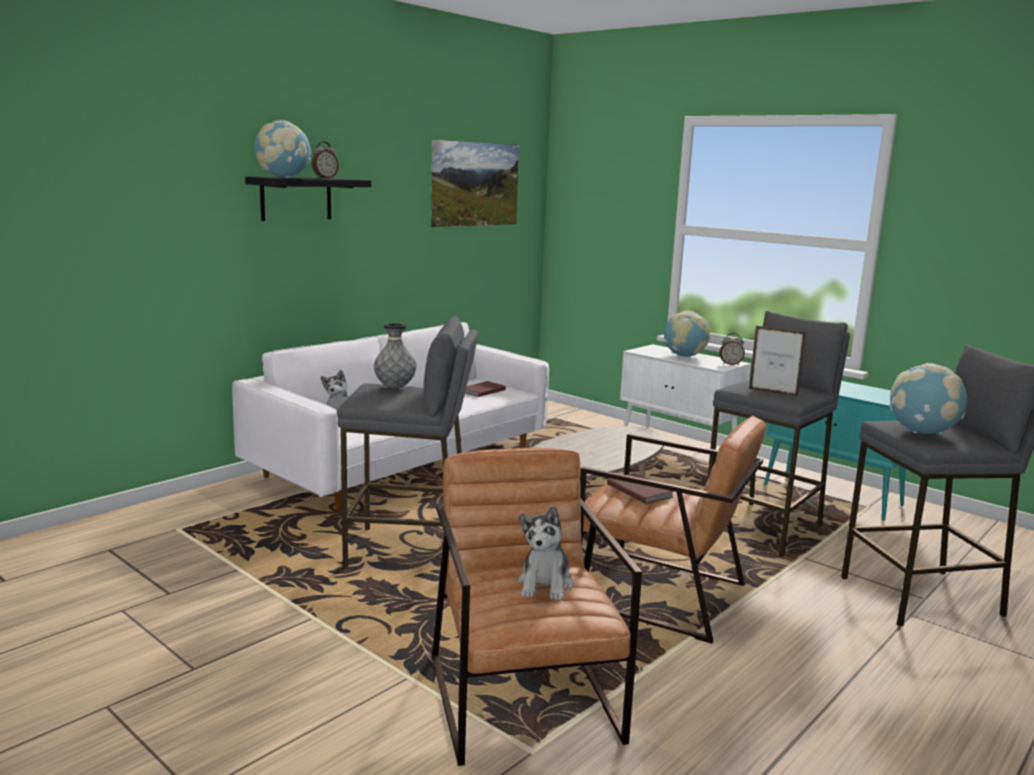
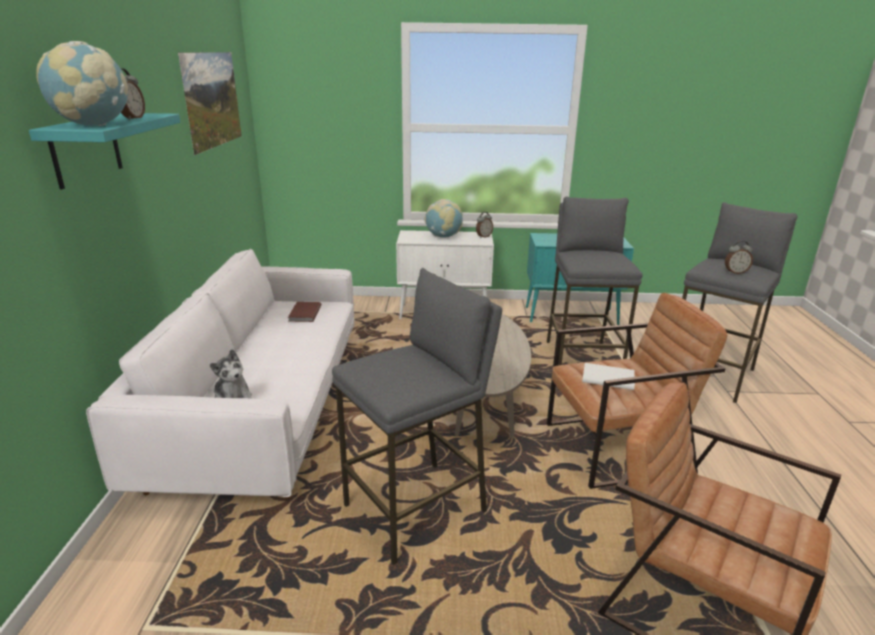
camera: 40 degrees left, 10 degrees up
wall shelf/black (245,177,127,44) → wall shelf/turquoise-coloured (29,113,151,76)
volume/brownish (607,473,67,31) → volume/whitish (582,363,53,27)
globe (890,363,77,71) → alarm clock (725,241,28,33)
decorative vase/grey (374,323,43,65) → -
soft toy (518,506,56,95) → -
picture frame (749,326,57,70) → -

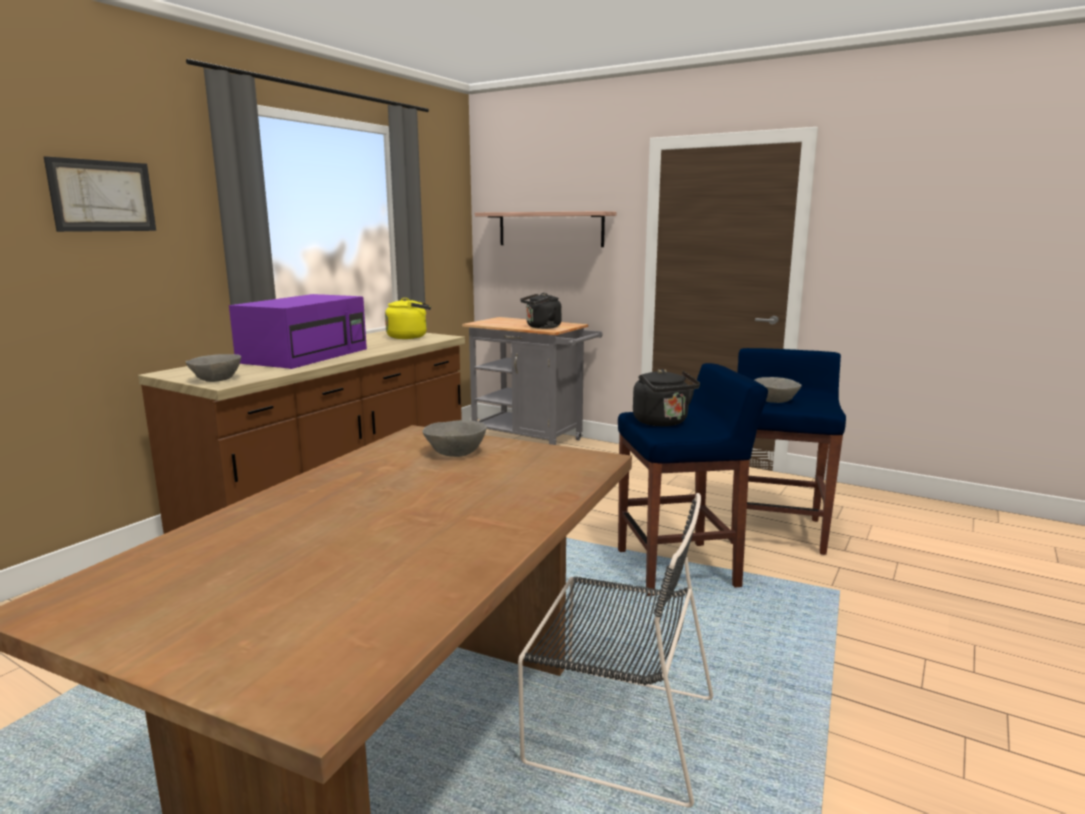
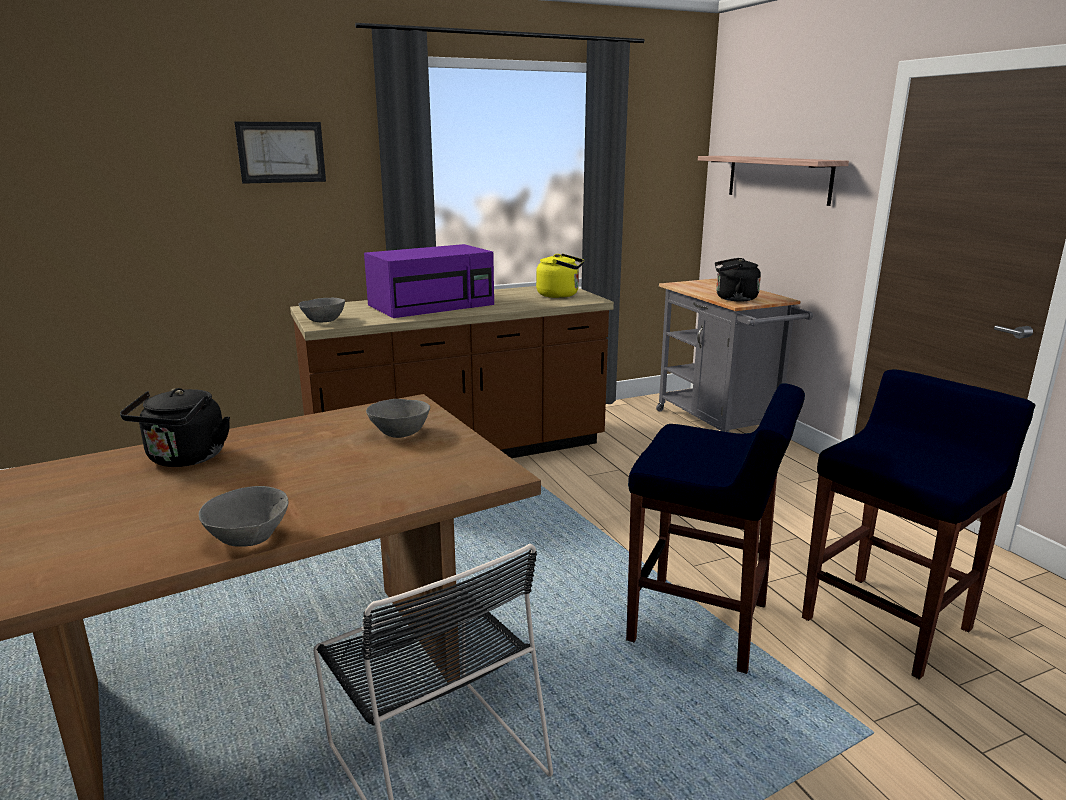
camera: 35 degrees right, 5 degrees up
kettle/black (633,369,67,57) → kettle/black (120,388,110,79), shifted
deep dish/grey (755,377,47,26) → deep dish/grey (199,486,89,61), shifted

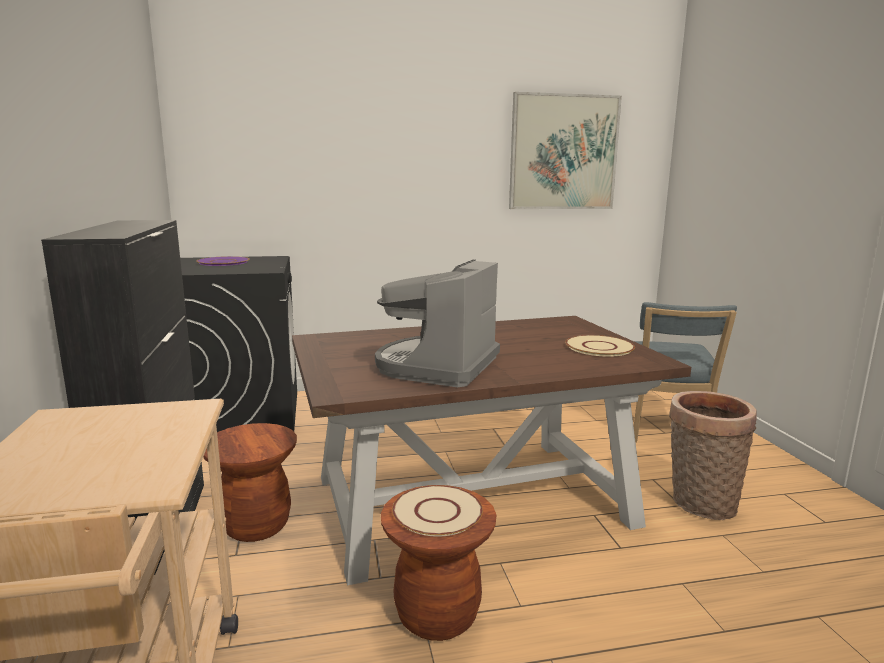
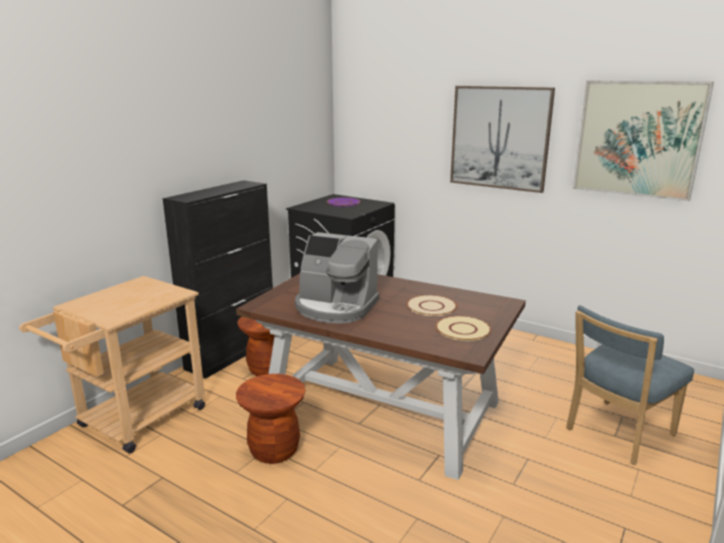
camera: 45 degrees right, 5 degrees up
coffee brewer (375,259,125,128) → coffee brewer (295,232,84,92), 135 degrees counterclockwise
plate/sand-coloured (392,485,91,52) → plate/sand-coloured (407,295,50,21), shifted
- → wall picture (450,86,105,107)
household basket (669,391,88,129) → -

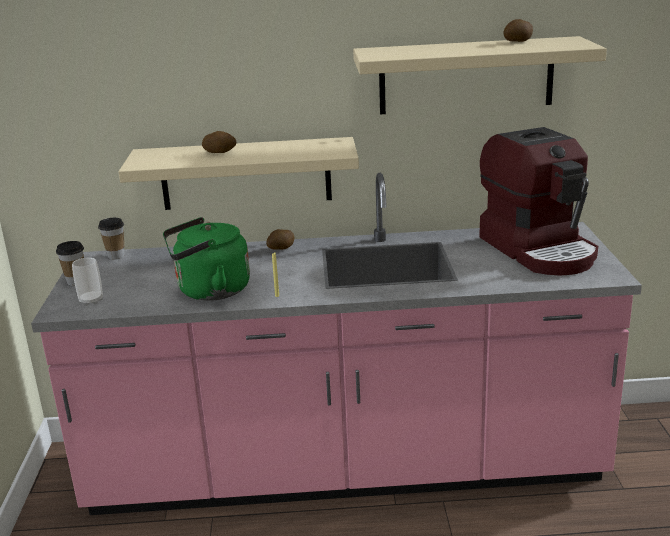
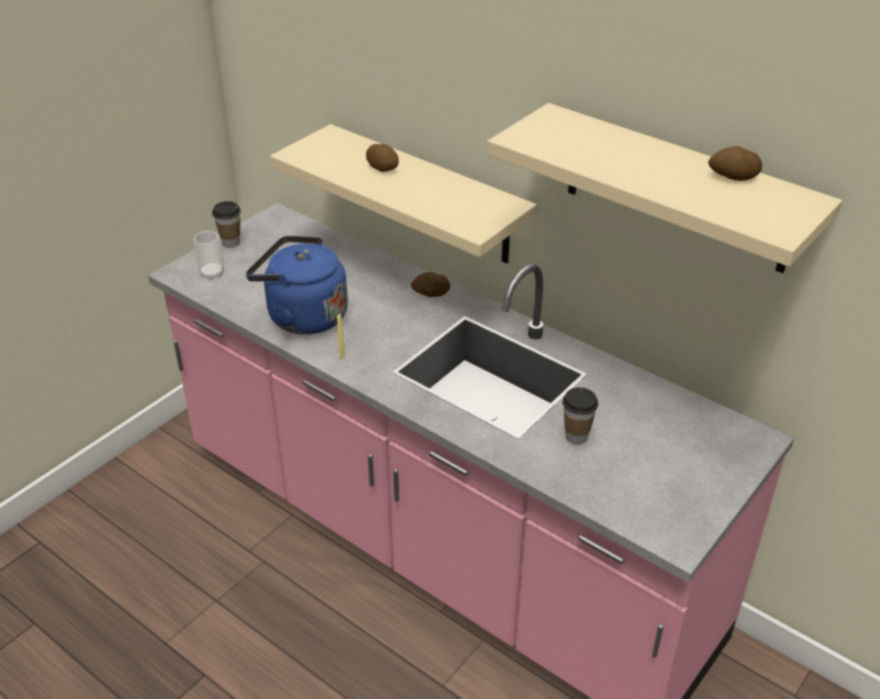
camera: 40 degrees right, 15 degrees up
kettle/green (163,217,87,84) → kettle/blue-coloured (246,236,102,99)
drinking cup (98,218,26,41) → drinking cup (562,387,36,57), shifted
coffee brewer (479,127,119,148) → -

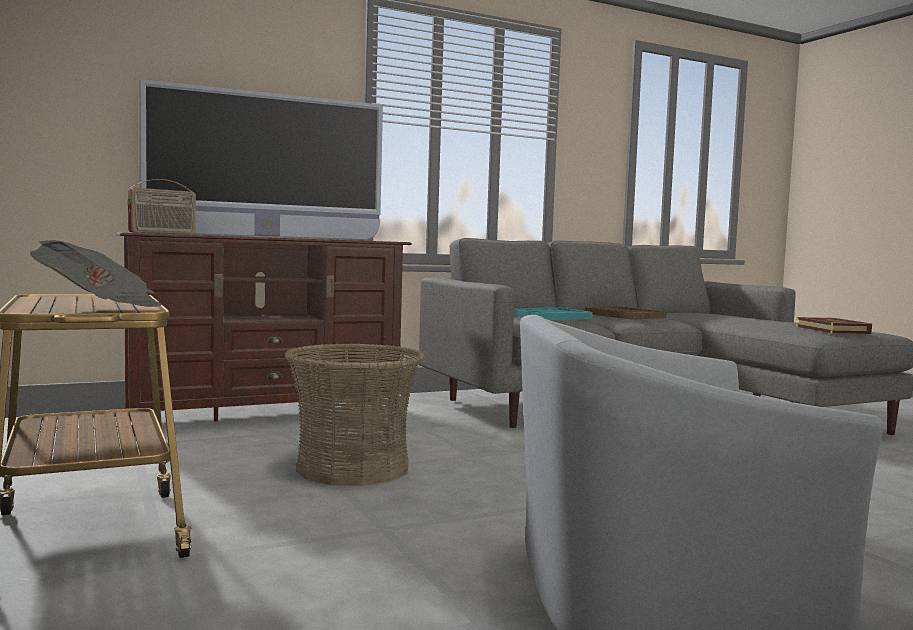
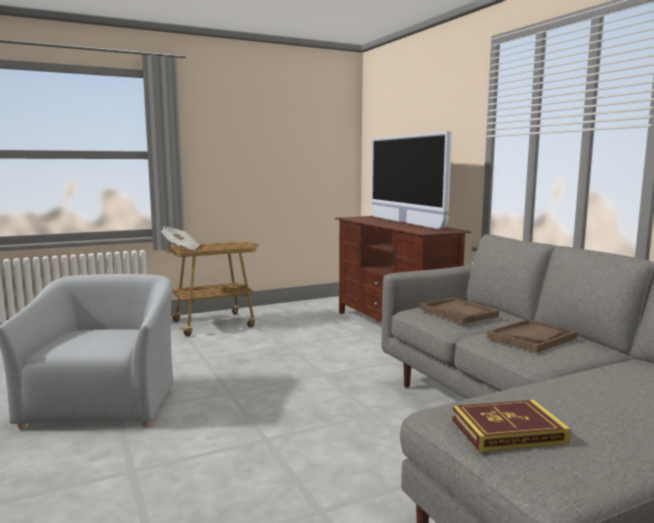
camera: 90 degrees right, 5 degrees up
serving tray/turquoise-coloured (514,307,79,13) → serving tray/brownish (420,298,79,26)
radio (127,179,69,56) → -
household basket (285,343,140,143) → -

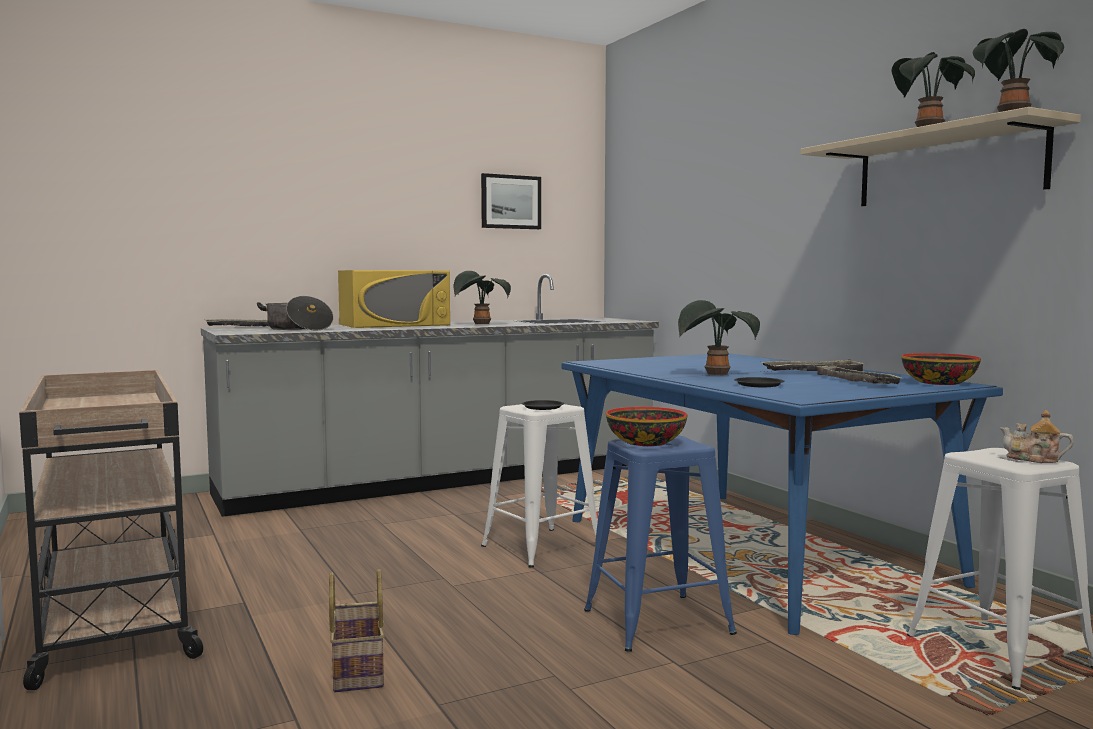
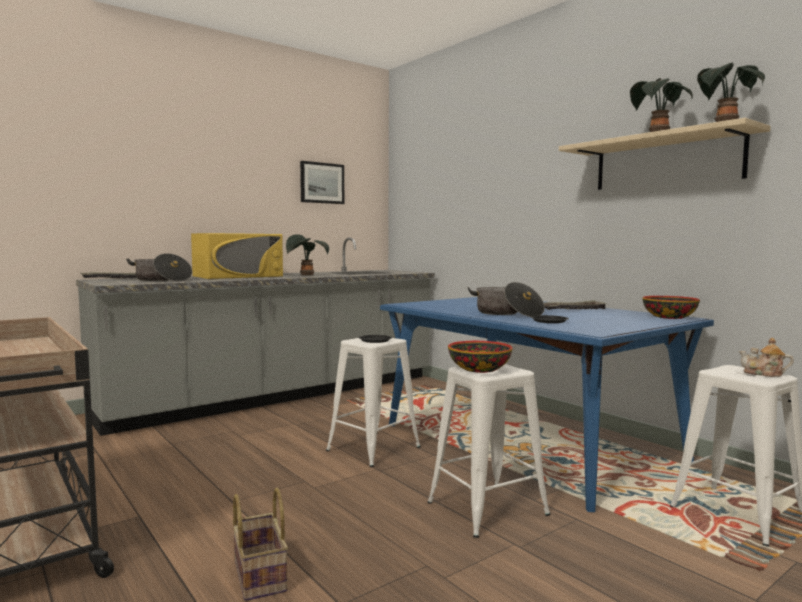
camera: 10 degrees left, 0 degrees up
sitting stool/blue-coloured (584,435,153,217) → sitting stool/whitish (427,364,123,174)
potted plant (678,300,82,75) → saucepot (468,282,77,35)
serving tray (813,365,92,19) → -

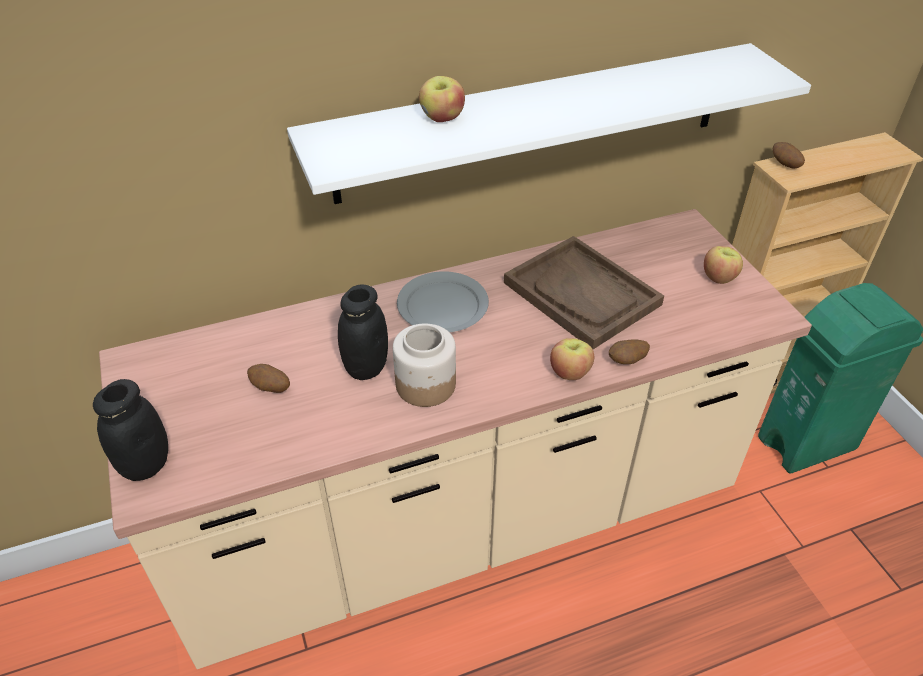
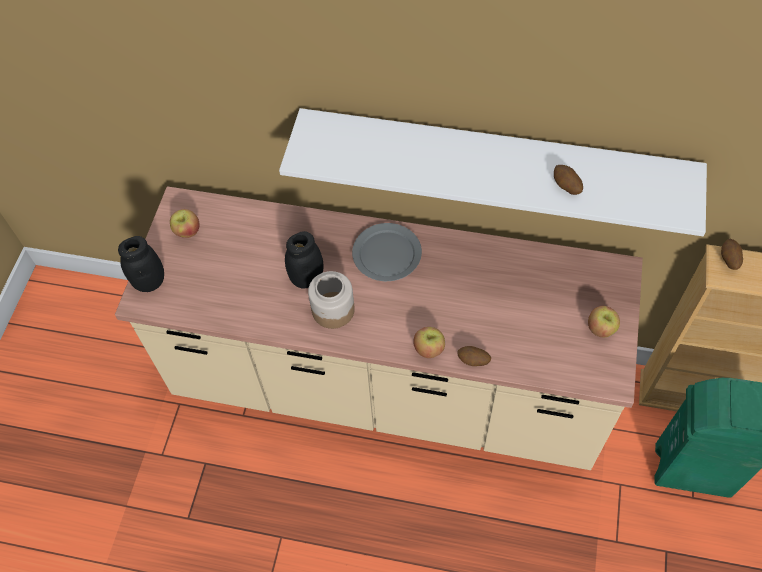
camera: 35 degrees right, 15 degrees up
apple (419,76,46,46) → apple (170,209,30,29), shifted
whole potato (247,364,43,29) → whole potato (554,165,29,30), shifted
serving tray/brownish (504,236,160,113) → -

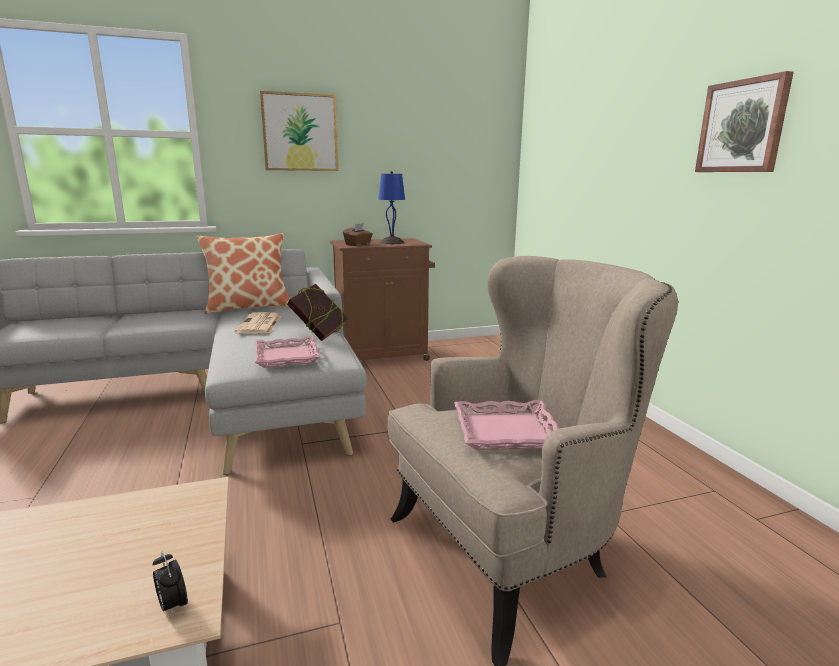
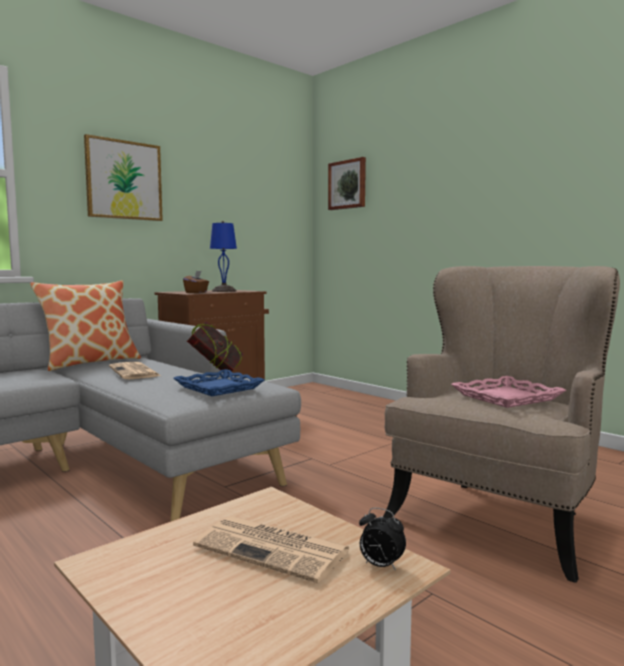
camera: 25 degrees left, 10 degrees down
serving tray/pink-coloured (255,336,66,32) → serving tray/blue-coloured (174,369,90,27)
- → printed paper (193,516,158,68)
wall picture (695,71,99,101) → wall picture (328,157,38,53), shifted

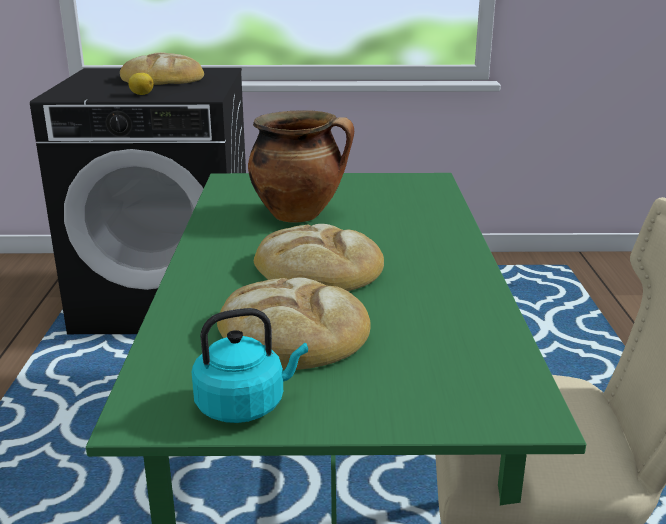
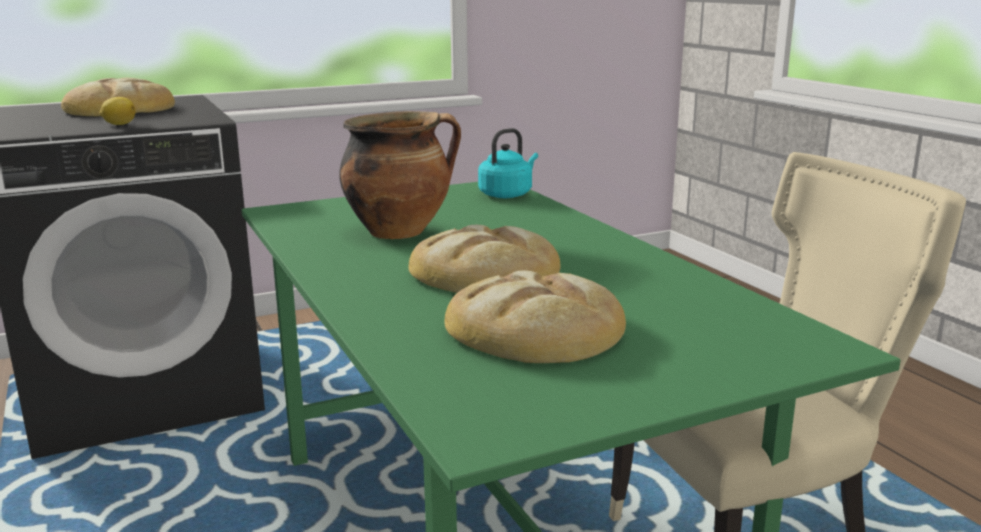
camera: 25 degrees left, 5 degrees down
kettle/turquoise-coloured (192,308,116,115) → kettle/turquoise-coloured (478,128,60,70), shifted

